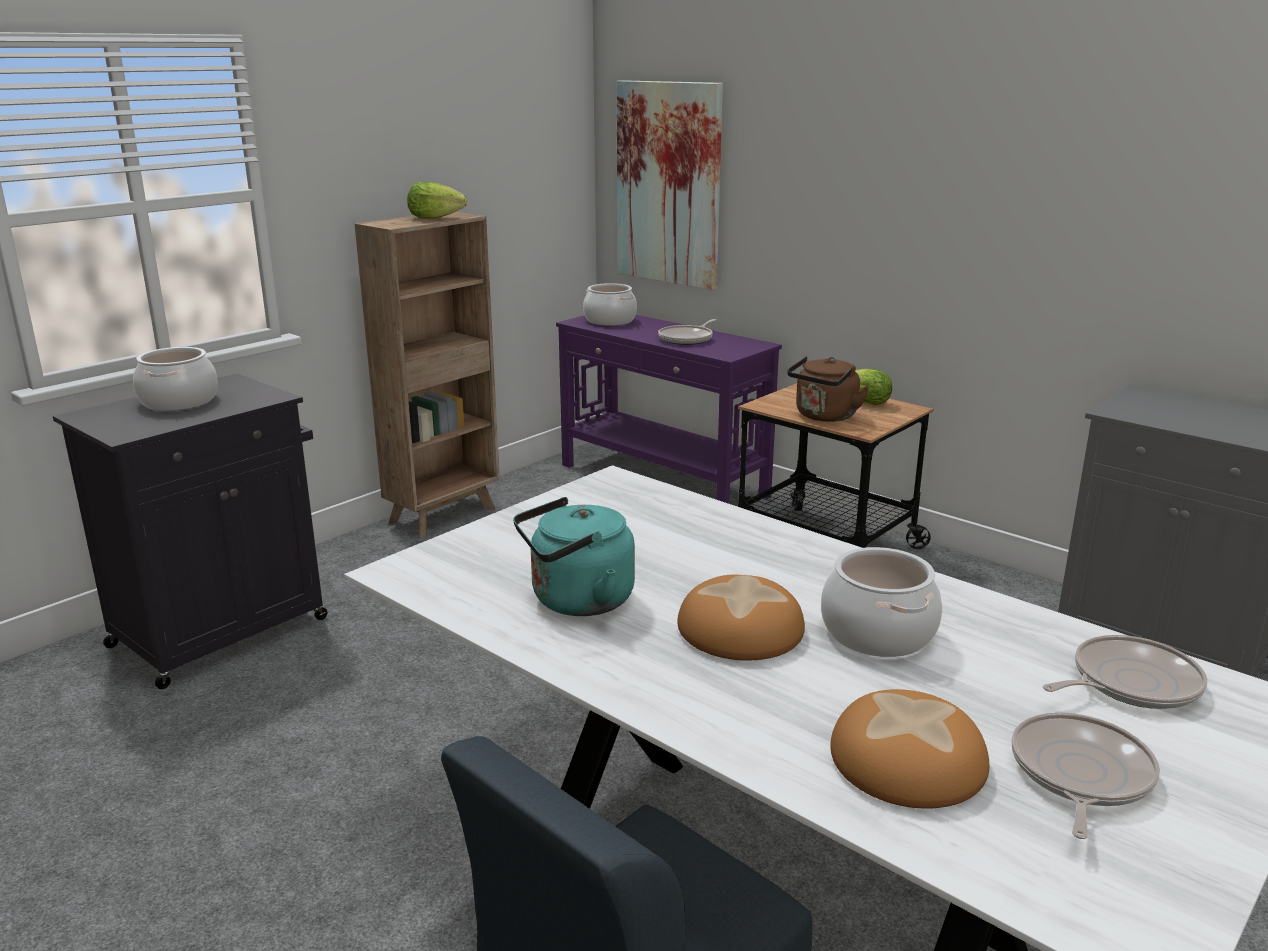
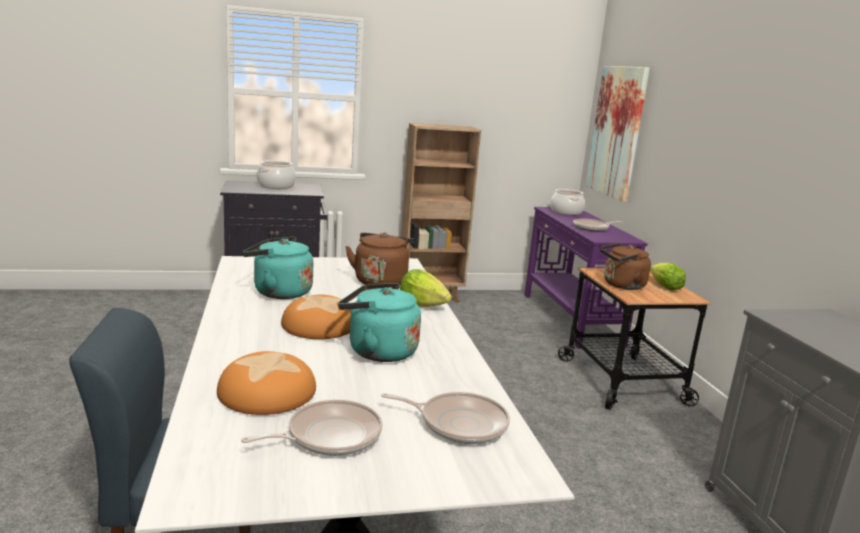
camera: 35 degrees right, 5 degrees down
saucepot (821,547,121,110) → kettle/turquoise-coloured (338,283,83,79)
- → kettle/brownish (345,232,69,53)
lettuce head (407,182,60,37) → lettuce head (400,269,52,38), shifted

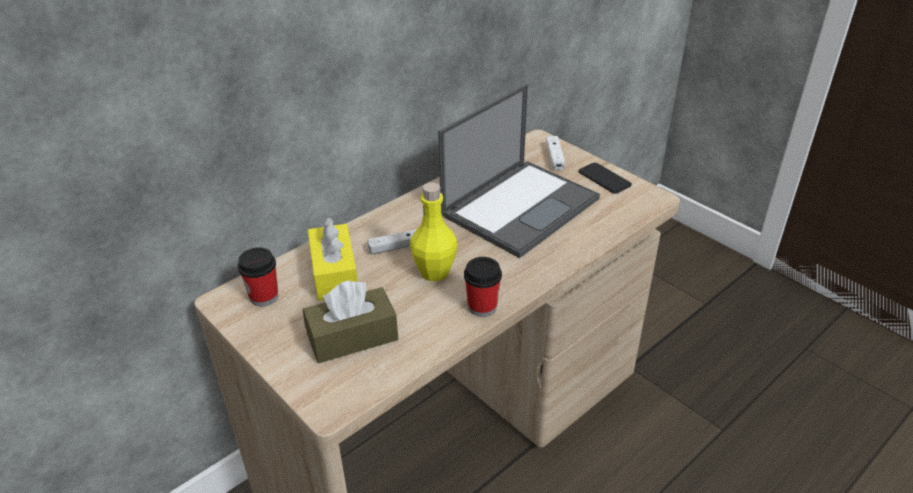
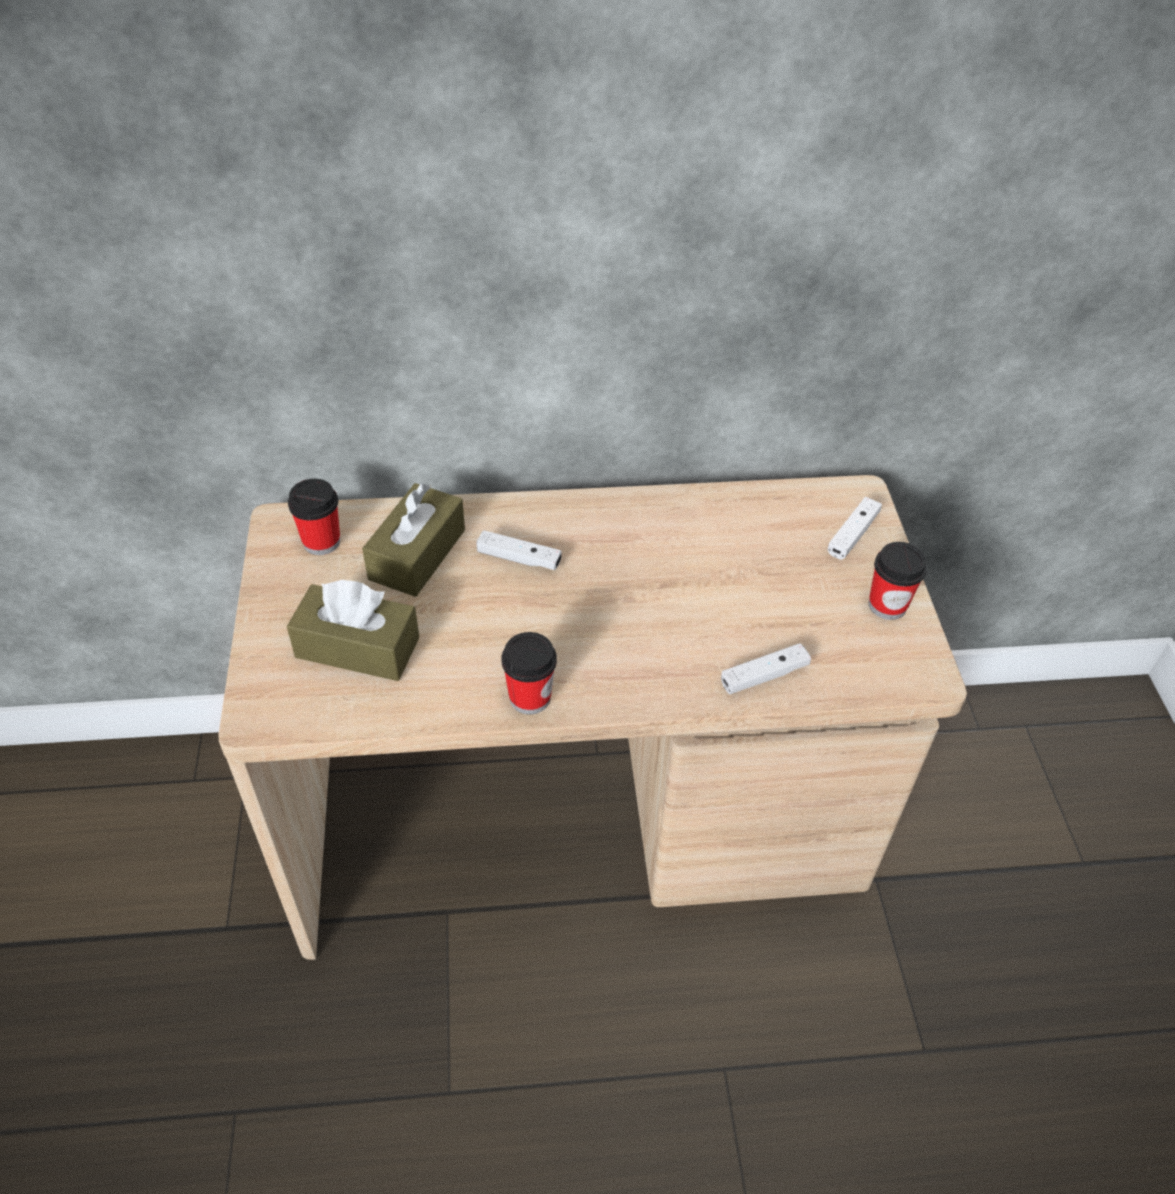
camera: 35 degrees right, 10 degrees up
tissue holder/yellowish (308,218,50,83) → tissue holder/brownish (362,483,103,114)
- → gamepad/whitish (721,643,90,51)
telephone (579,163,53,31) → drinking cup (869,542,58,78)
drink bottle/yellowish (410,183,48,98) → -
portable computer (438,84,162,174) → -

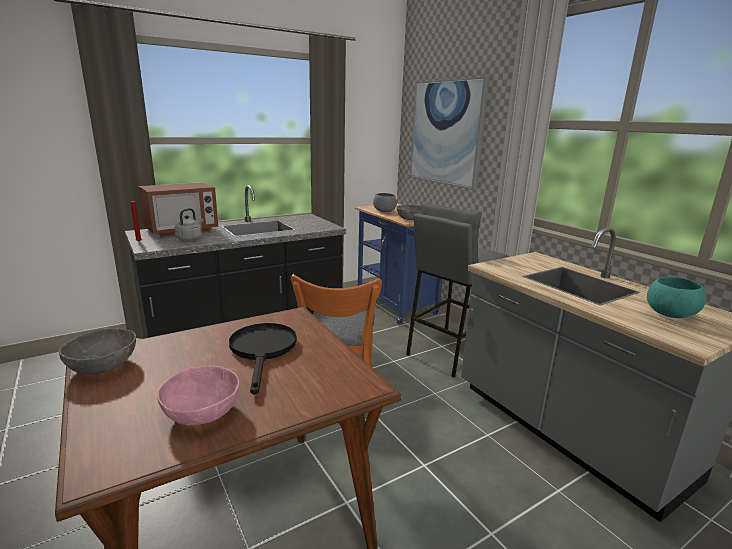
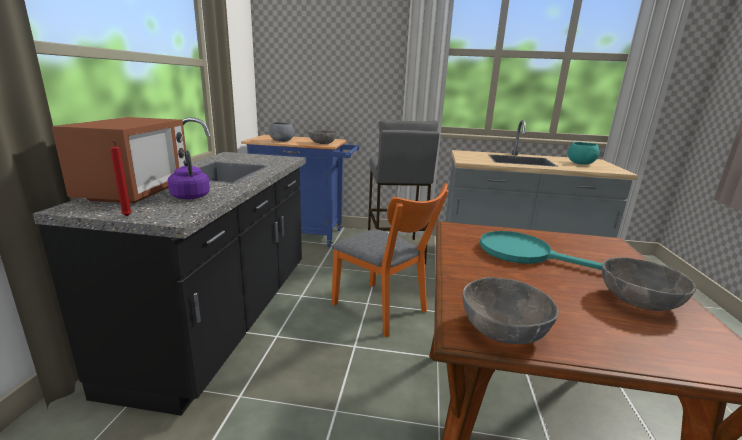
camera: 50 degrees left, 0 degrees up
kettle/grey (175,208,29,33) → kettle/purplish (168,150,42,49)
skillet/black (229,323,68,72) → skillet/turquoise-coloured (480,231,123,39)
deep dish/pink-coloured (157,366,82,60) → deep dish/grey (602,257,94,54)
wall picture (410,76,79,114) → -

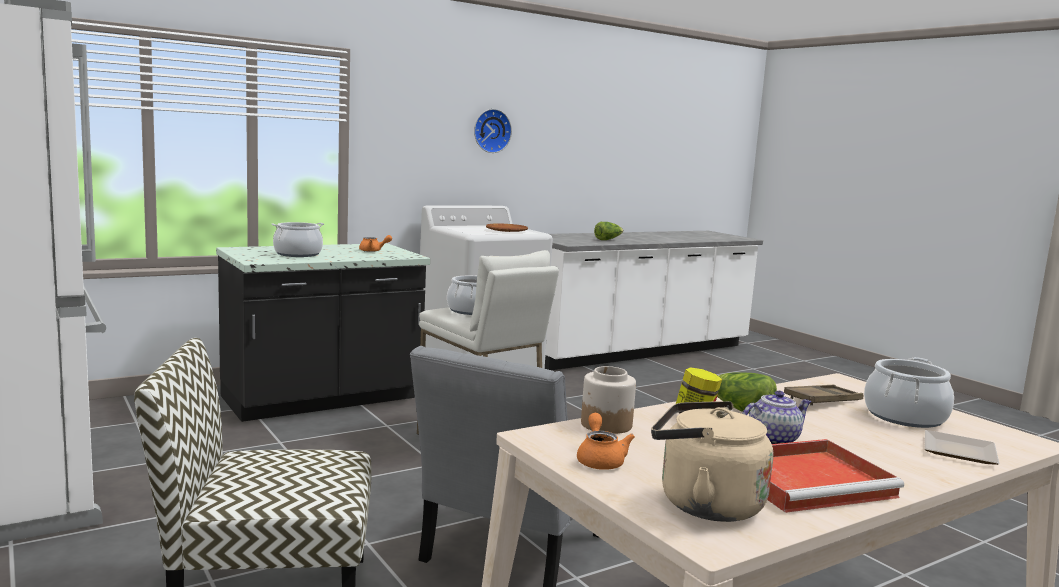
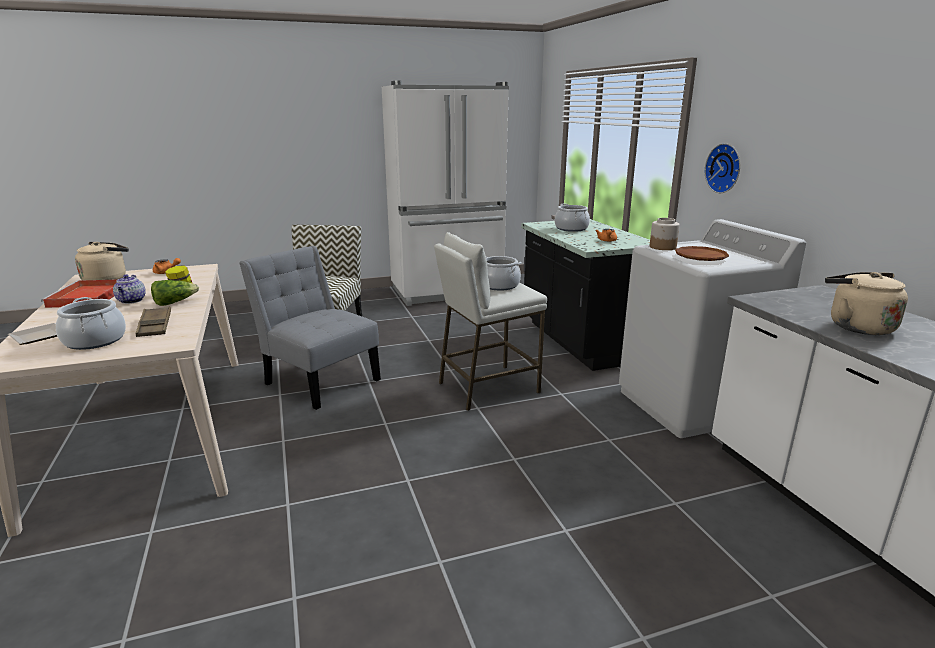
camera: 105 degrees right, 10 degrees up
preserve jar (581,366,55,68) → preserve jar (650,218,30,32), shifted
wall clock (474,109,38,44) → wall clock (705,143,35,50), shifted
lettuce head (594,222,29,18) → kettle/sand-coloured (825,272,83,63)

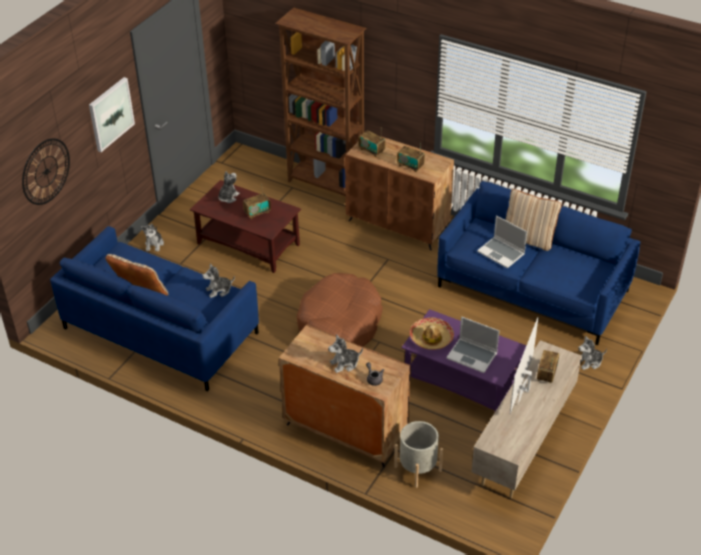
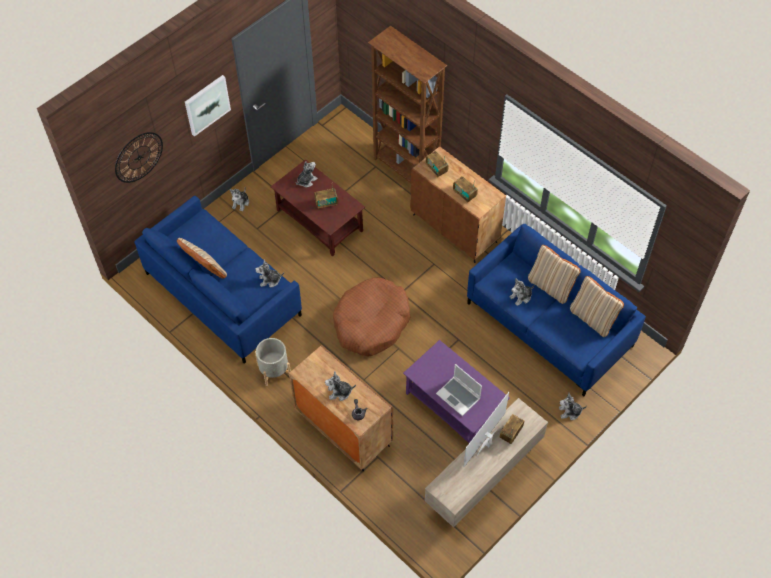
camera: 15 degrees right, 15 degrees up
plant pot/grey (394,421,49,67) → plant pot/grey (255,338,36,48), shifted
portable computer (477,215,50,53) → soft toy (510,278,25,28)
- → pillow/sand-coloured (570,276,54,61)
wearable hat (409,317,45,33) → -

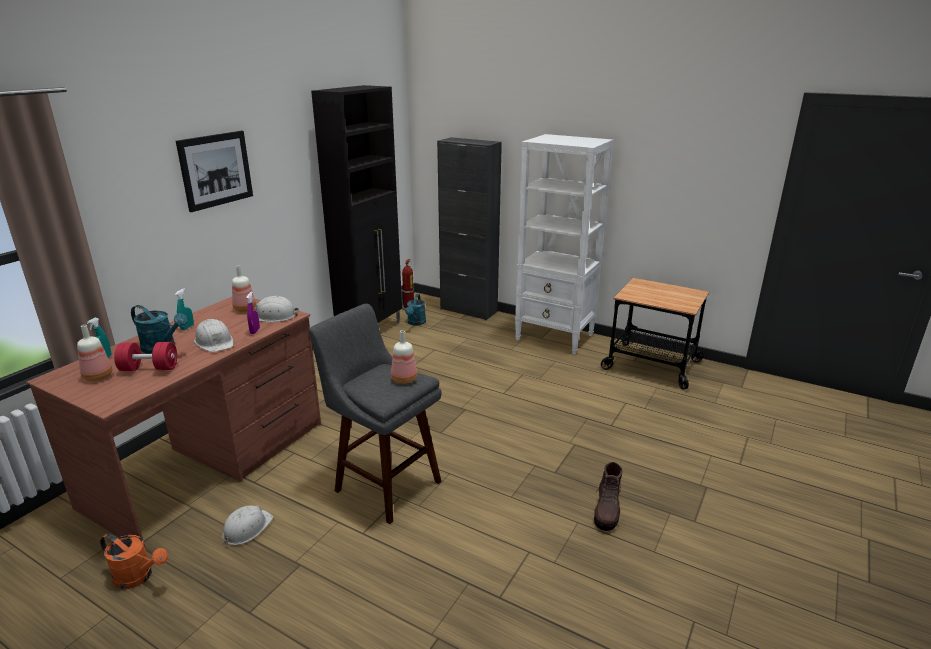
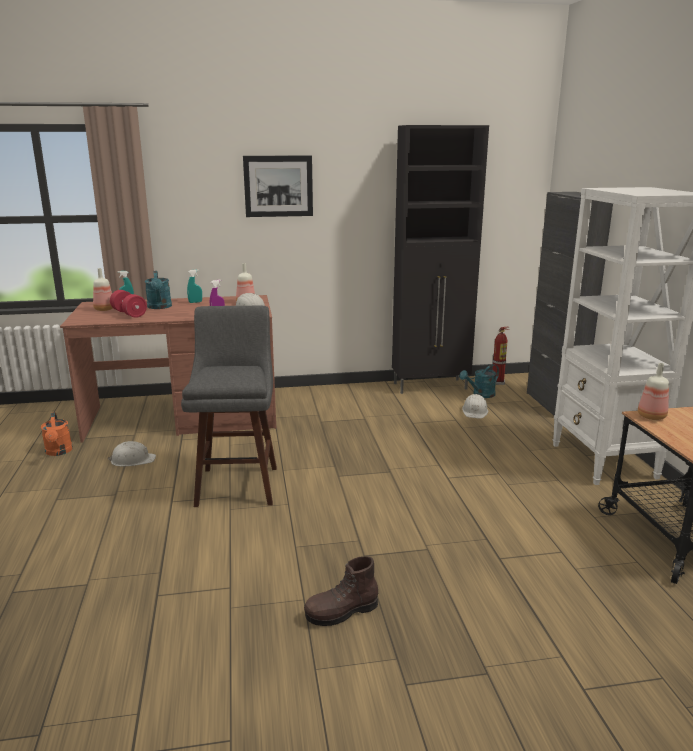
camera: 50 degrees right, 5 degrees down
work helmet/whitish (194,319,39,33) → work helmet/whitish (462,394,26,25), shifted
drink bottle (391,330,26,54) → drink bottle (638,363,31,57), shifted

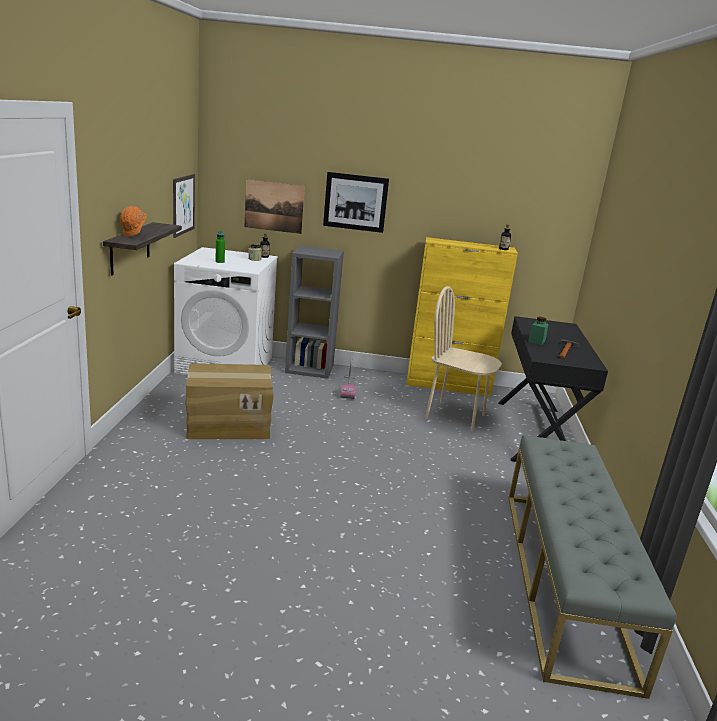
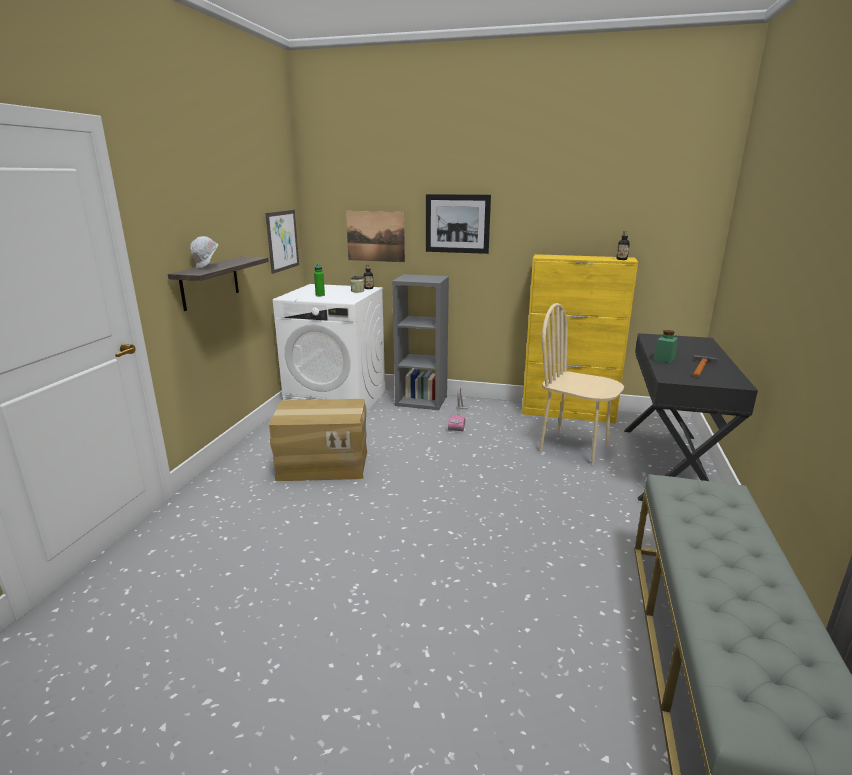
camera: 10 degrees right, 0 degrees up
work helmet/orange-coloured (120,206,27,30) → work helmet/whitish (190,236,28,33)

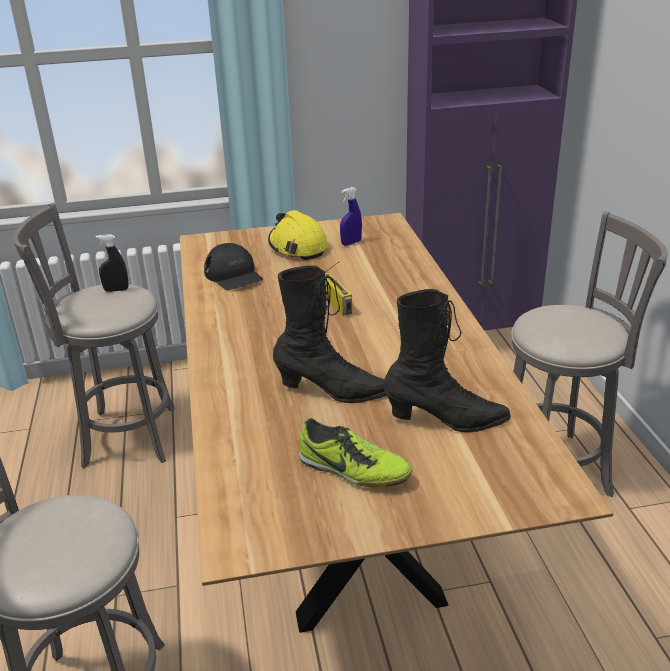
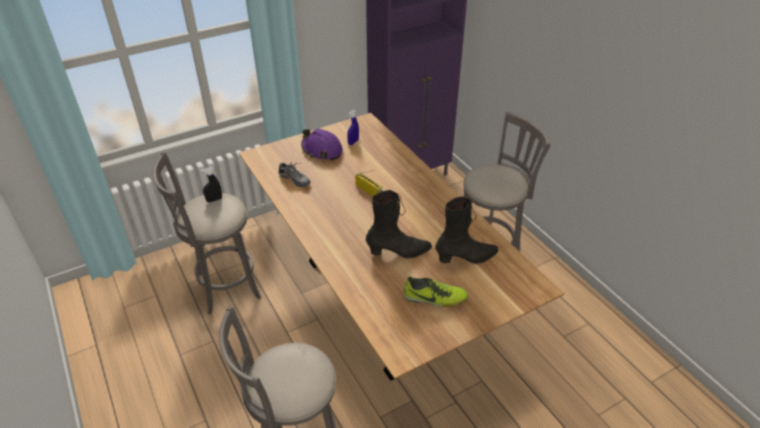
camera: 20 degrees left, 10 degrees up
peaked cap/black (204,243,59,47) → item of footwear (279,162,32,25)
work helmet/yellowish (268,210,60,50) → work helmet/purplish (301,128,42,32)

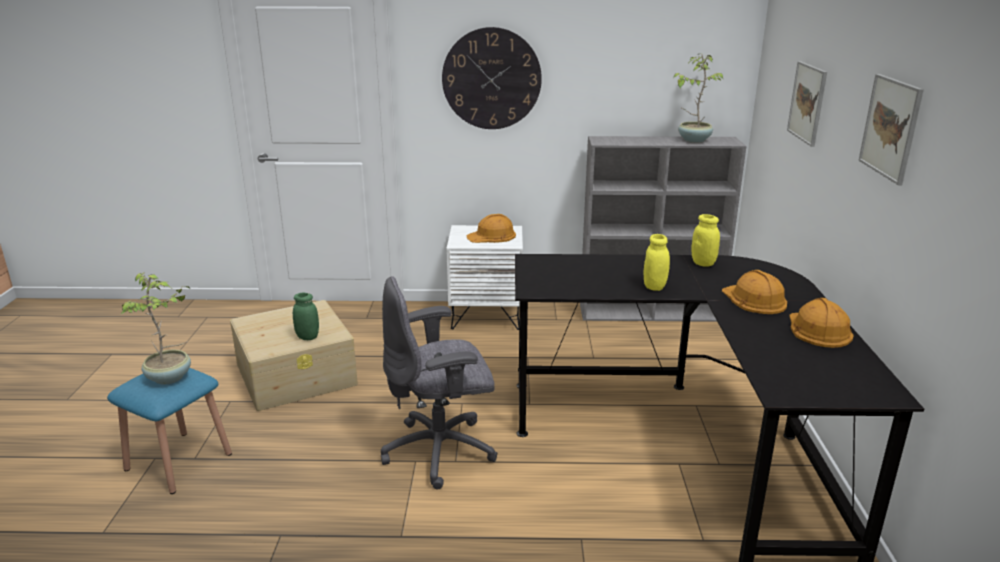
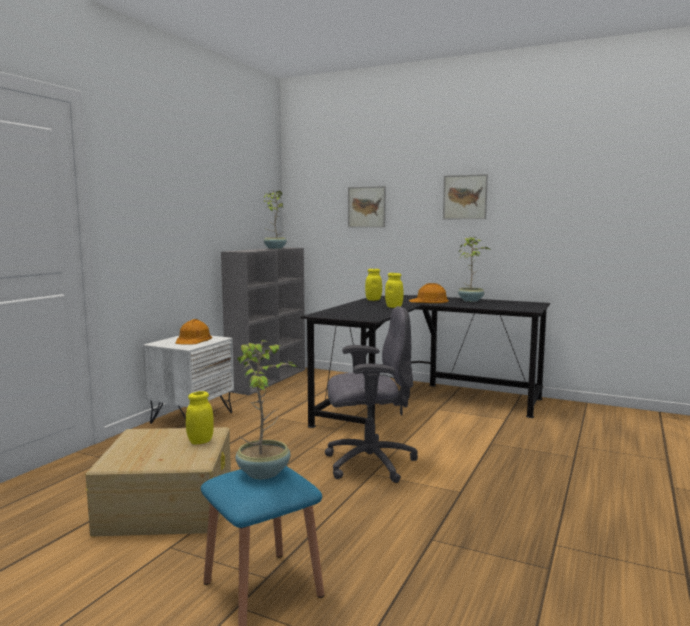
camera: 65 degrees left, 15 degrees down
preserve jar/green (293,293,26,47) → preserve jar/yellowish (186,391,28,54)
office chair/grey (381,276,117,213) → office chair/grey (325,306,93,177), 105 degrees counterclockwise
work helmet/orange-coloured (789,298,65,50) → potted plant (458,237,33,65)
wall clock (442,27,100,102) → -

